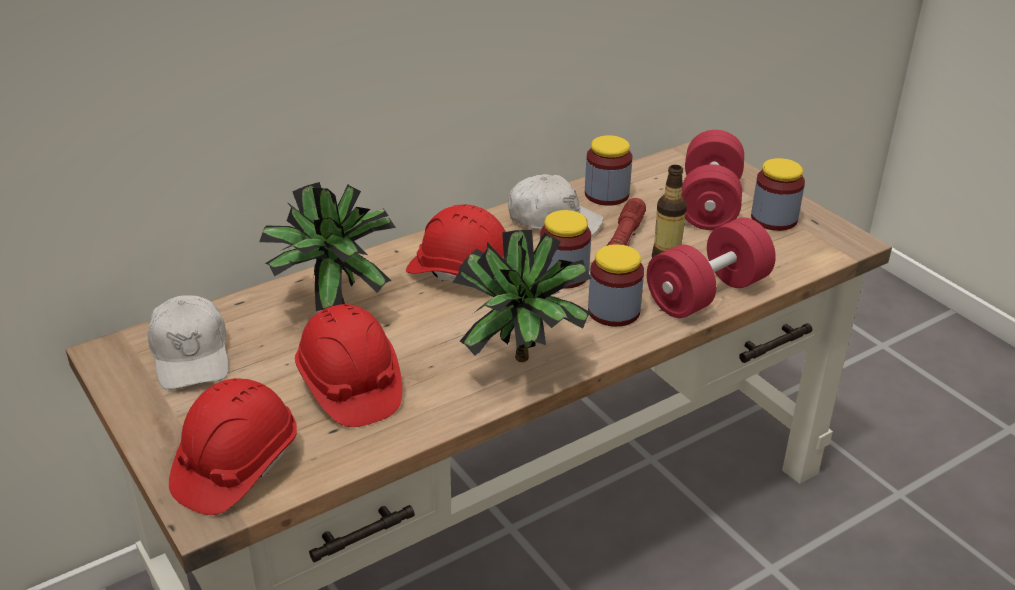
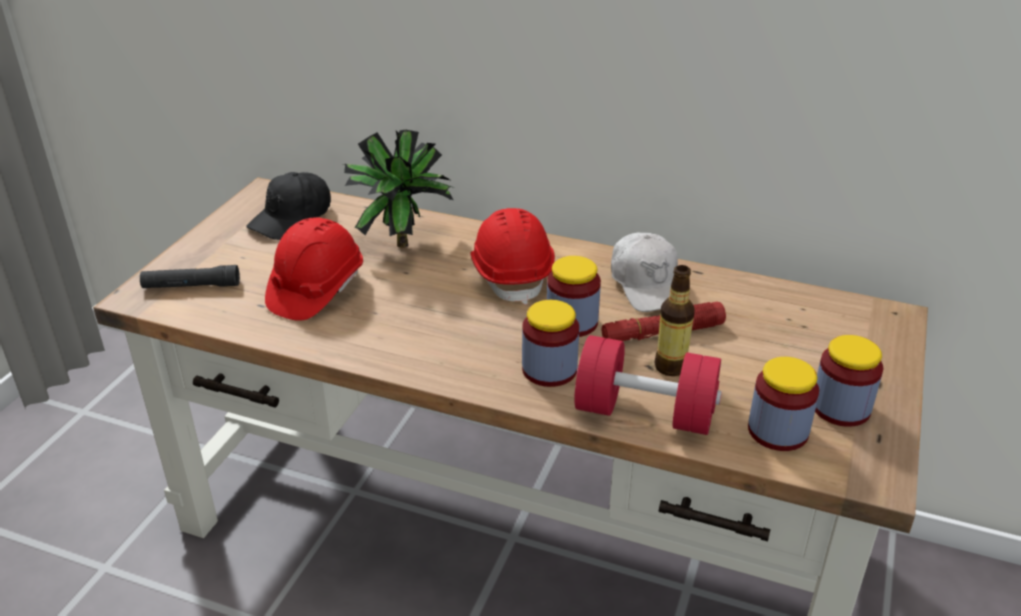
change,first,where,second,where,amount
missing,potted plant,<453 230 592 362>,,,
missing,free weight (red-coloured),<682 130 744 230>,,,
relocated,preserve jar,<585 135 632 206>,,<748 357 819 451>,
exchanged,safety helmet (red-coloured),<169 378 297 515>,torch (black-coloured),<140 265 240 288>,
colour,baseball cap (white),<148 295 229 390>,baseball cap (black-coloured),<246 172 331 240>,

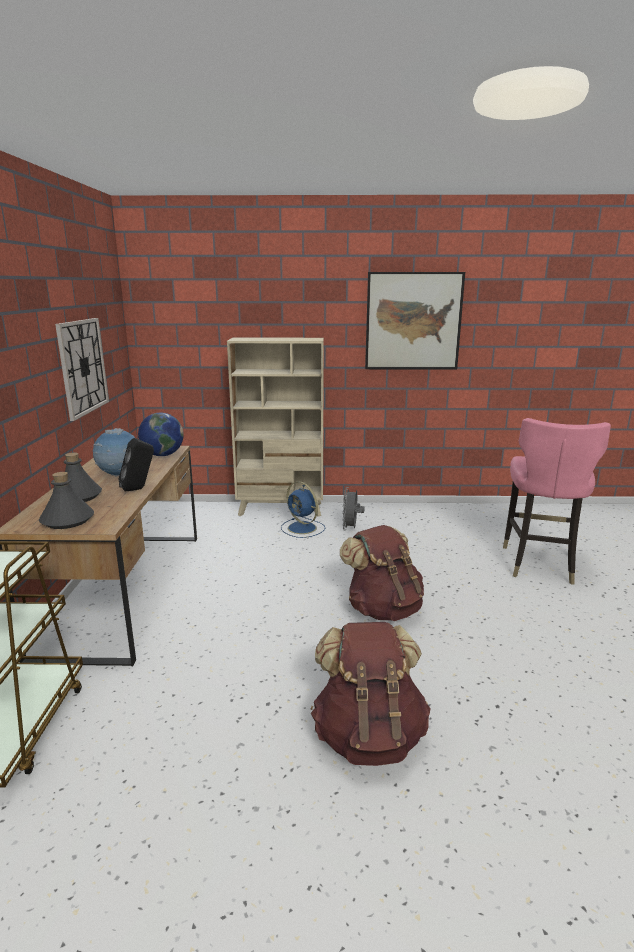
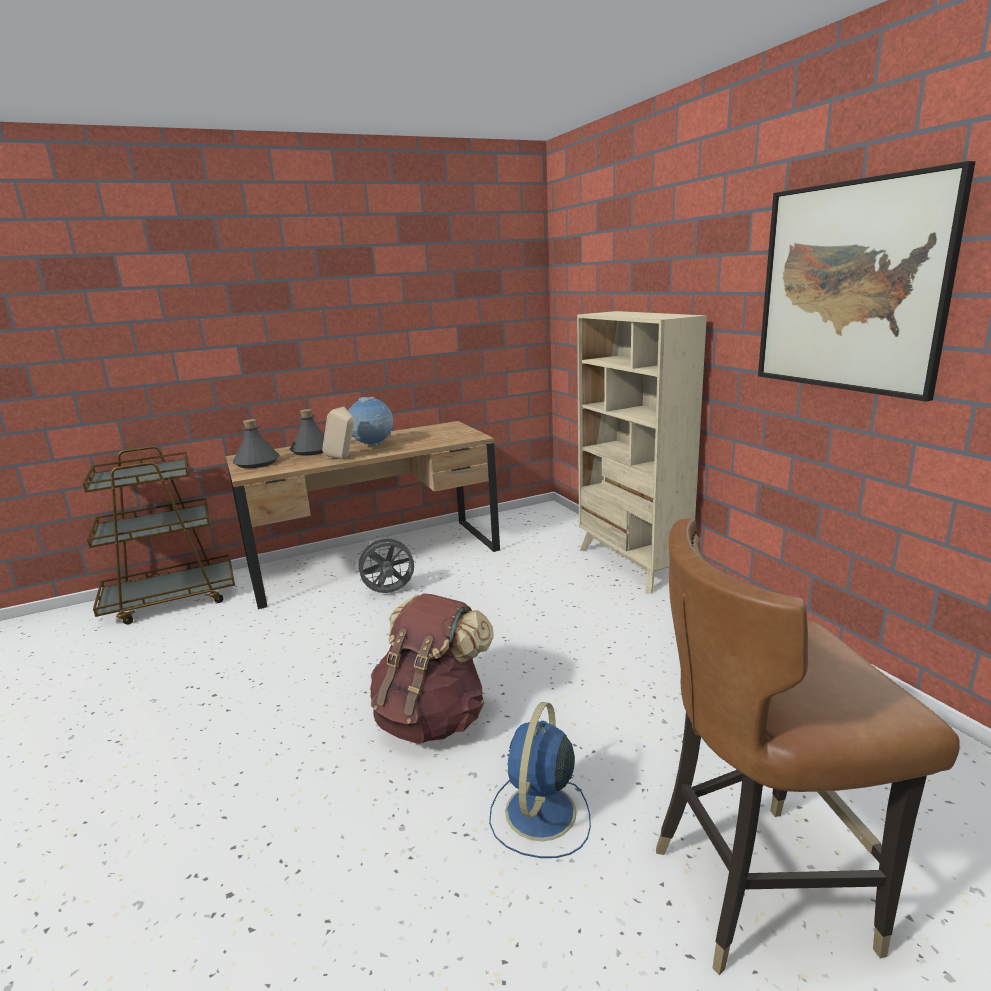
change,first,where,second,where,amount
missing,clock on the wall,<55 318 109 421>,,,
missing,desk globe,<138 413 184 456>,,,
missing,backpack (brownish),<311 622 431 766>,,,
relocated,fan (blue-coloured),<281 481 325 538>,,<489 702 591 858>,
relocated,fan (gray),<342 487 364 531>,,<354 534 416 593>,
colour,audio speaker (black-coloured),<119 438 154 492>,audio speaker (sand-coloured),<322 407 354 459>,
colour,upright chair (pink-coloured),<503 418 611 585>,upright chair (brownish),<656 519 960 975>,

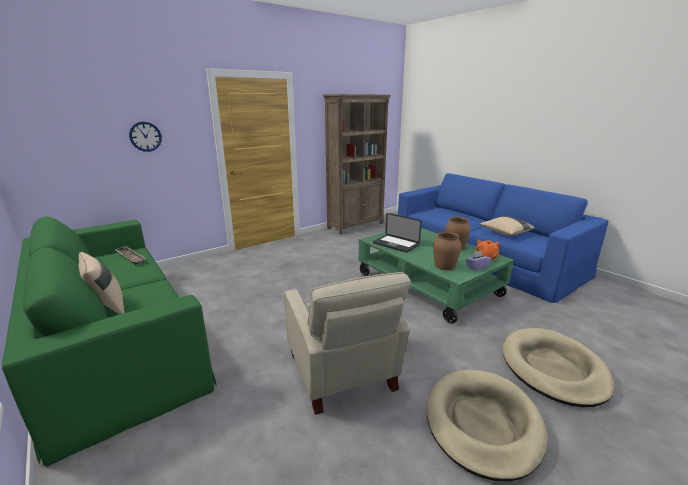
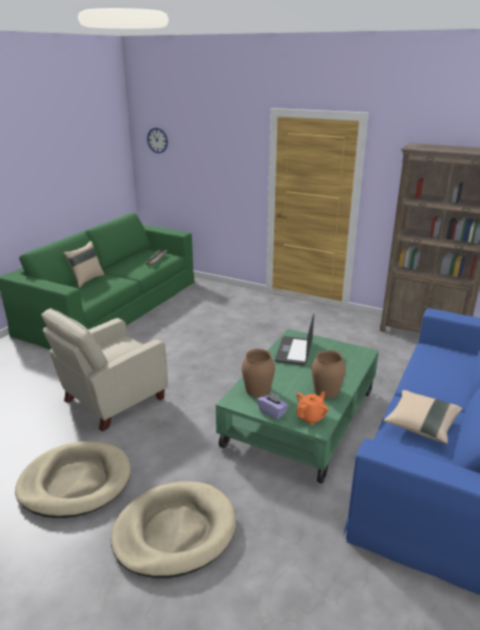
change,first,where,second,where,amount
relocated,clock on the wall,<129 121 162 152>,,<147 127 168 153>,

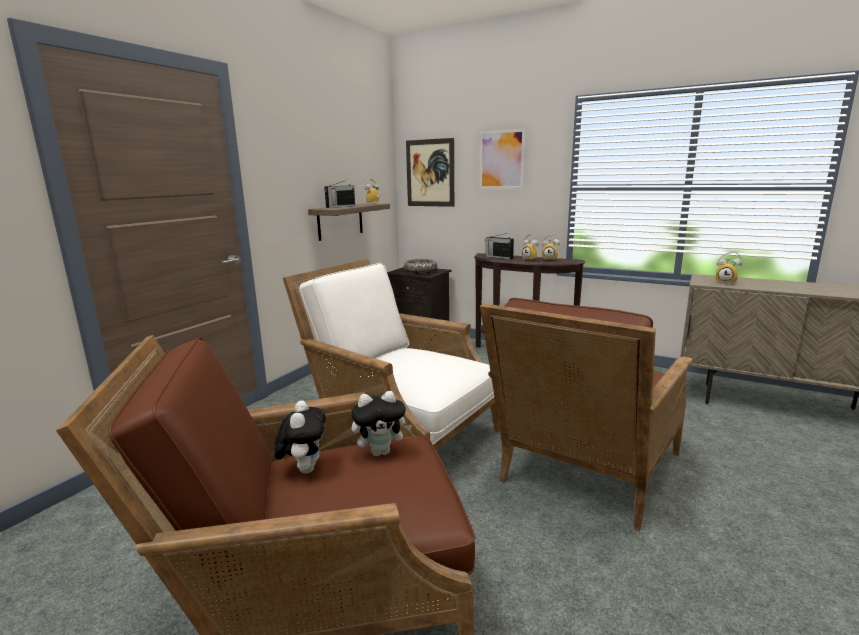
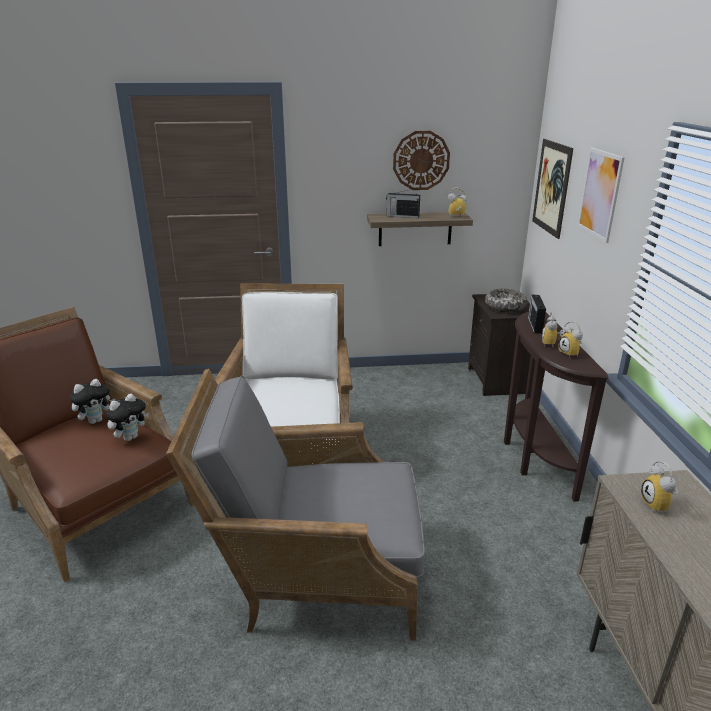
change,first,where,second,where,amount
appeared,,,clock on the wall,<393 131 450 190>,
colour,armchair (brownish),<480 298 693 531>,armchair (gray),<166 369 425 640>,
spun,soft toy,<351 391 413 456>,,<106 394 149 441>,90 degrees counterclockwise

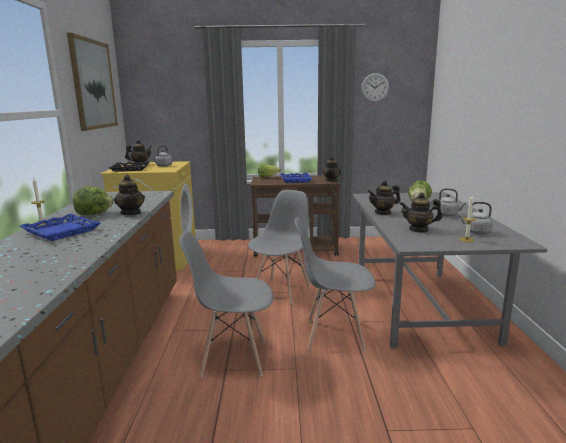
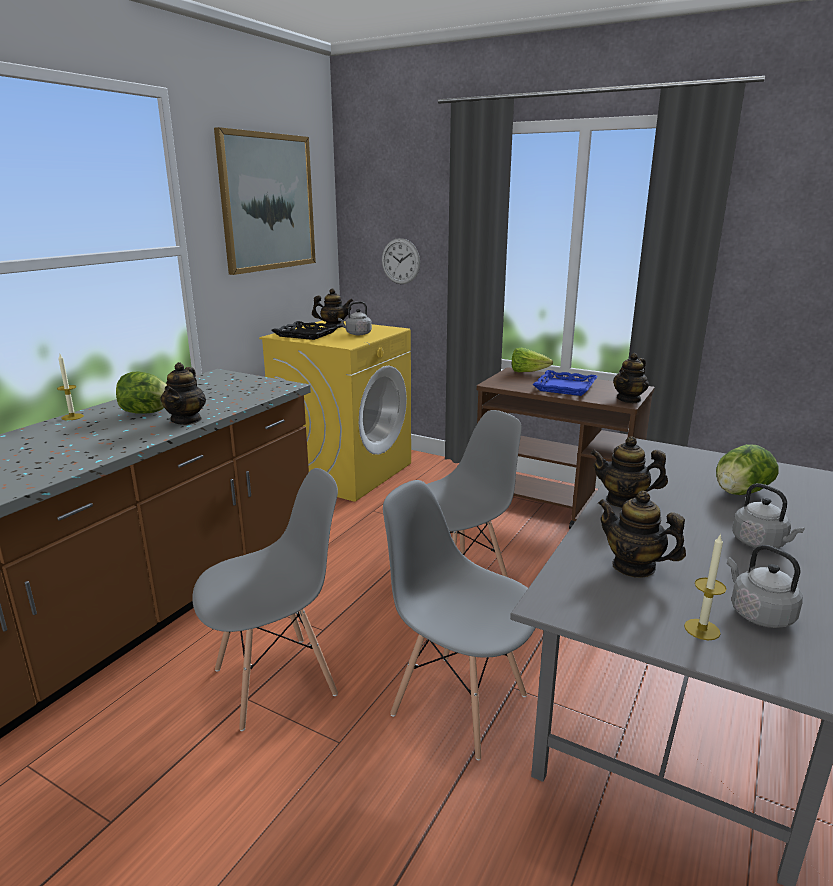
change,first,where,second,where,amount
missing,carrying tray (blue-coloured),<20 214 101 241>,,,
relocated,clock on the wall,<361 73 389 102>,,<382 238 420 284>,
spun,upright chair (gray),<179 231 273 377>,,<192 468 338 731>,120 degrees clockwise

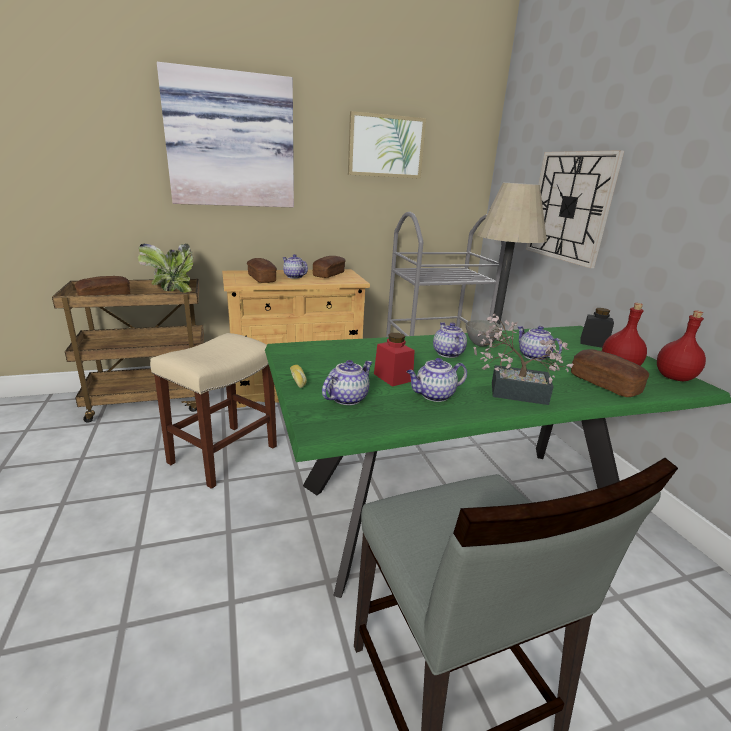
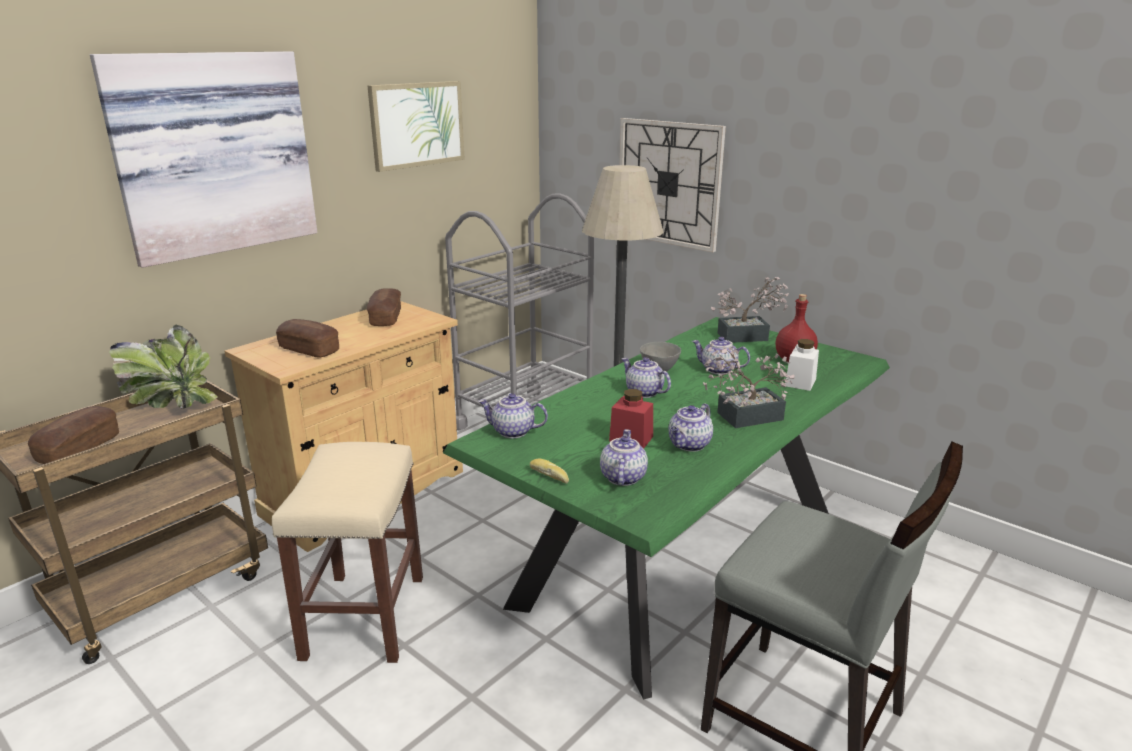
change,first,where,second,where,amount
missing,bottle (red-coloured),<657 310 706 381>,,,
relocated,teapot,<282 254 308 279>,,<478 393 548 438>,
exchanged,bakery bread,<571 349 649 397>,preserve jar (white),<786 339 819 391>,
exchanged,preserve jar (black-coloured),<580 308 614 348>,potted plant,<711 277 789 343>,

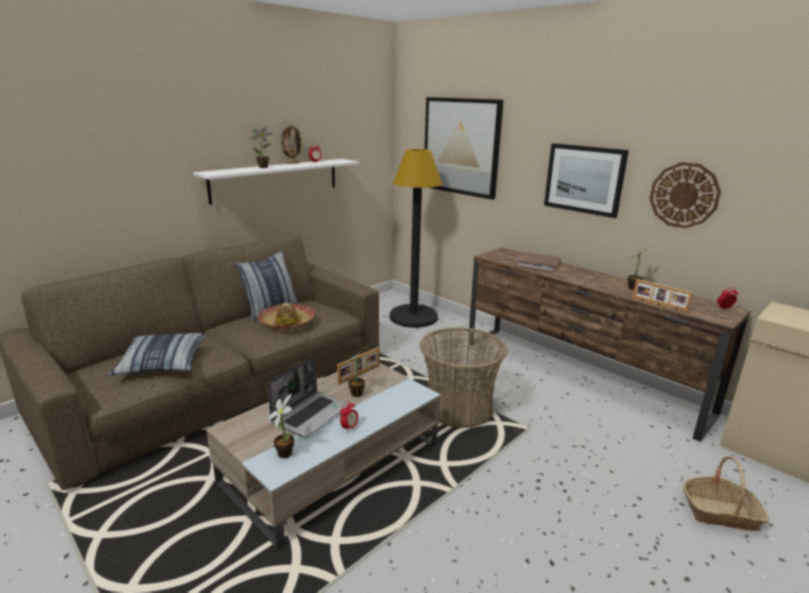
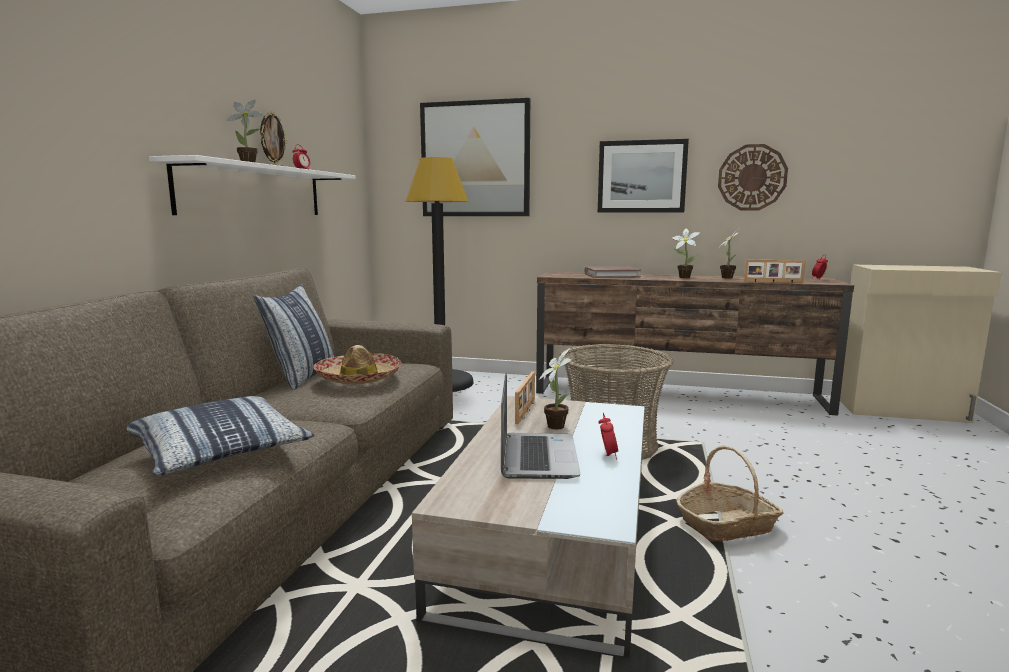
change,first,where,second,where,amount
relocated,potted plant,<268 394 294 458>,,<672 229 700 278>,
relocated,storage basket,<683 456 769 531>,,<676 445 784 542>,

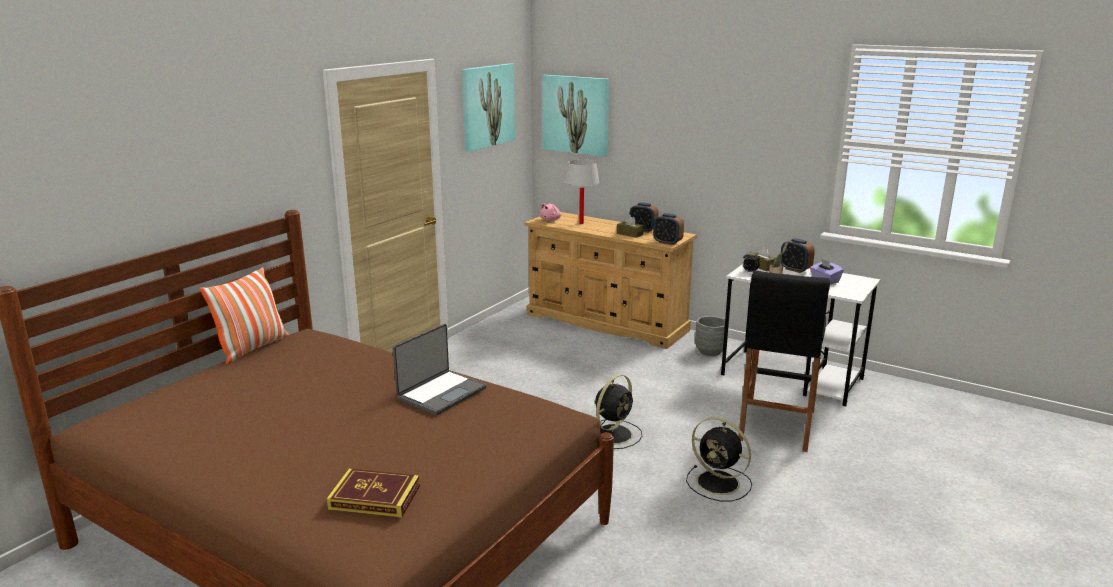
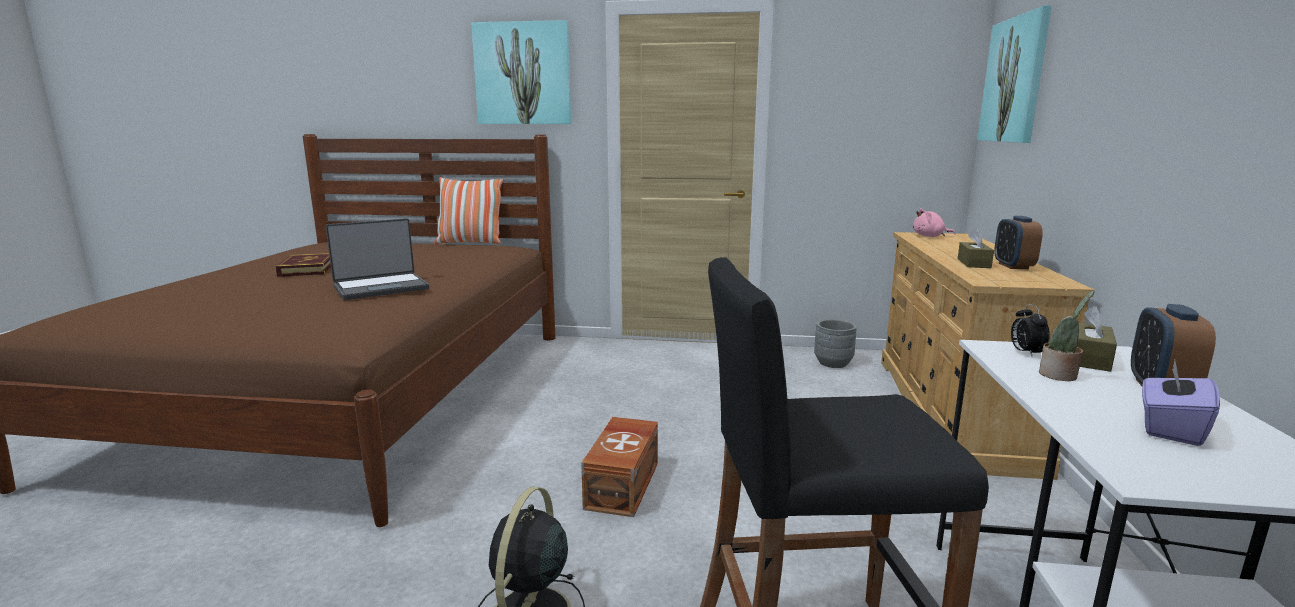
change,first,where,second,where,amount
missing,table lamp (white),<565 159 599 224>,,,
missing,table clock,<653 213 684 245>,,,
relocated,volume,<327 469 420 518>,,<275 253 331 277>,
relocated,wall picture,<462 63 515 152>,,<471 20 571 124>,
relocated,planter (gray),<695 316 725 356>,,<814 319 857 368>,
exchanged,fan (black-coloured),<595 374 642 449>,storage container (brownish),<581 417 658 517>,
spun,laptop,<393 324 487 415>,,<325 218 429 300>,45 degrees counterclockwise

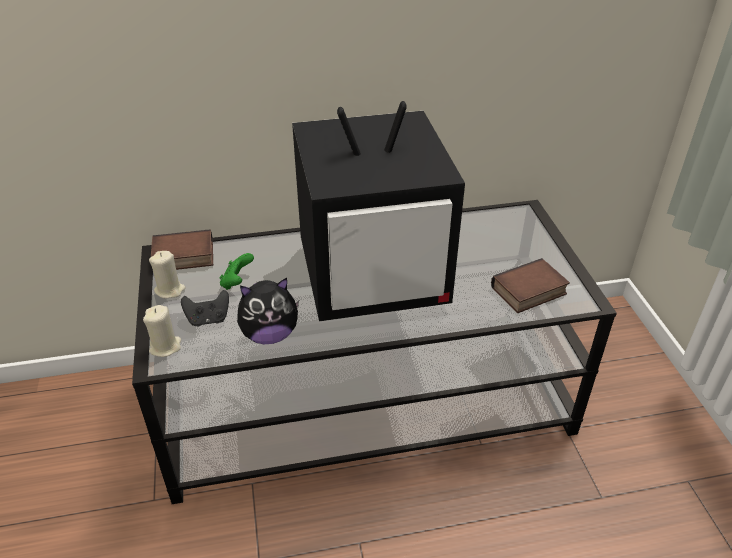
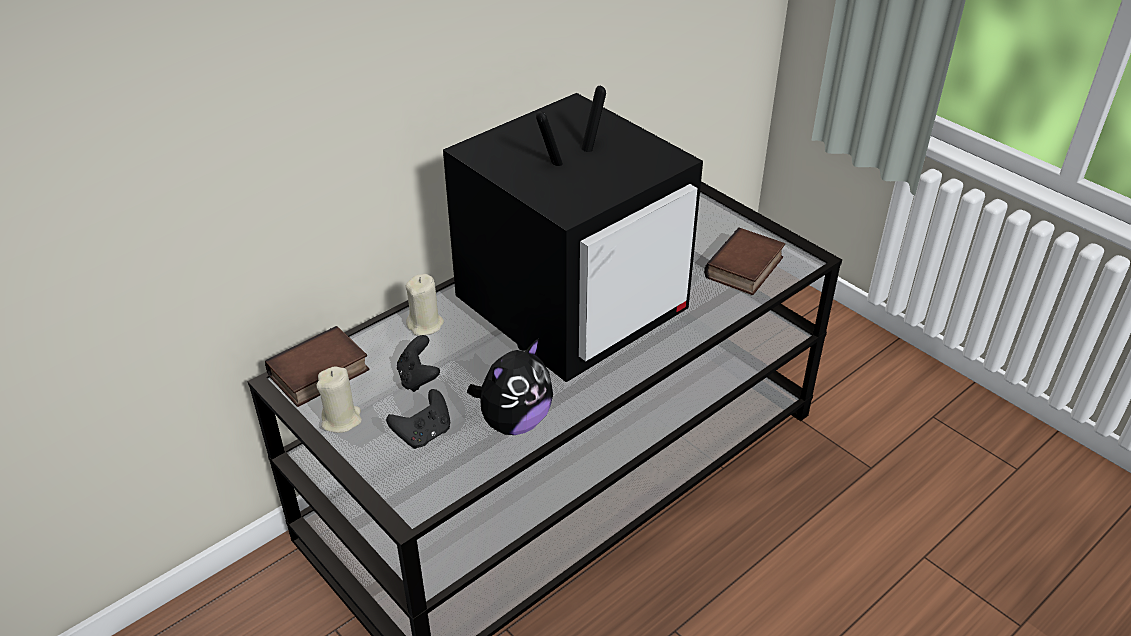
change,first,where,second,where,amount
relocated,wax candle (sand-coloured),<143 305 181 357>,,<406 274 444 336>,
colour,game controller (green),<219 253 254 290>,game controller (black-coloured),<397 335 440 392>,

